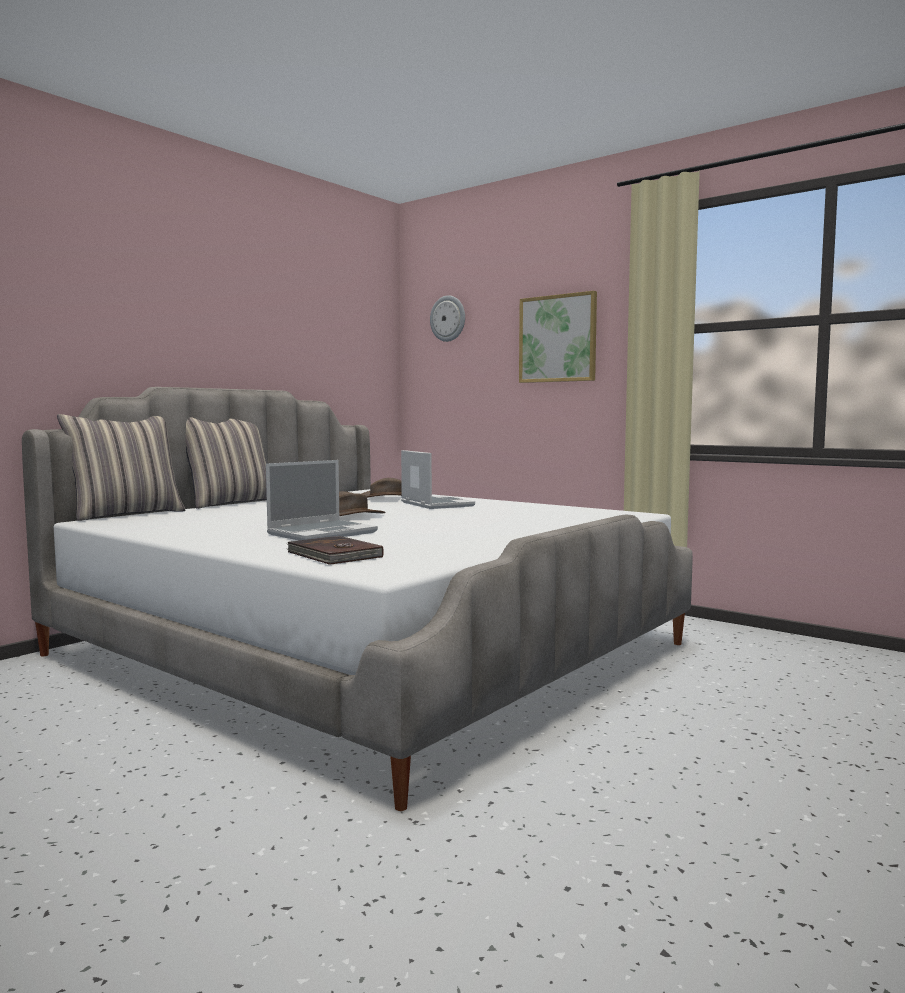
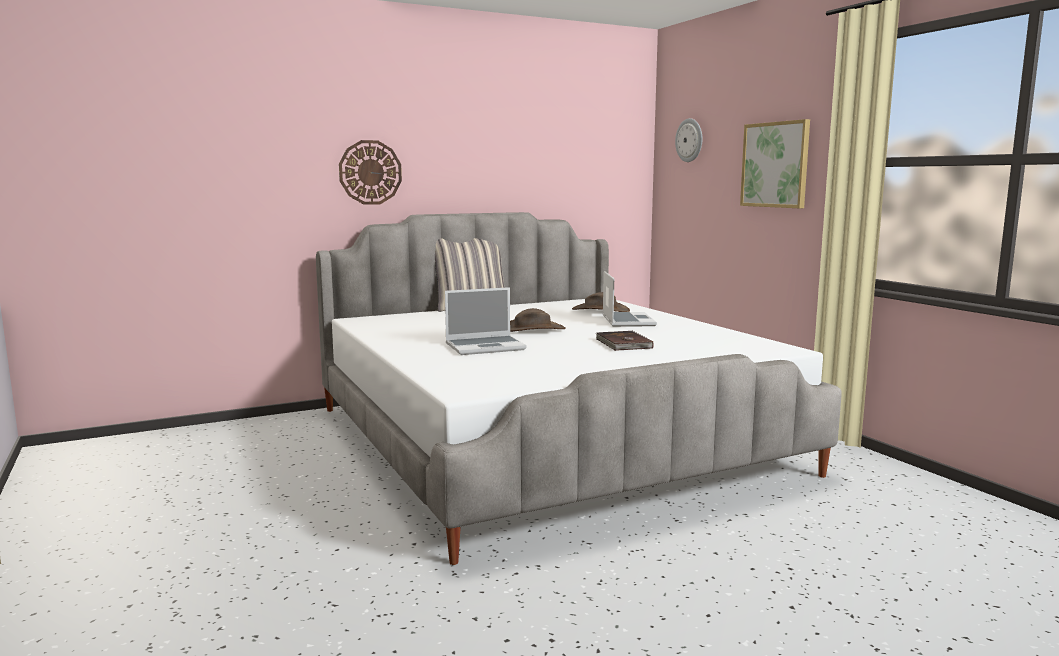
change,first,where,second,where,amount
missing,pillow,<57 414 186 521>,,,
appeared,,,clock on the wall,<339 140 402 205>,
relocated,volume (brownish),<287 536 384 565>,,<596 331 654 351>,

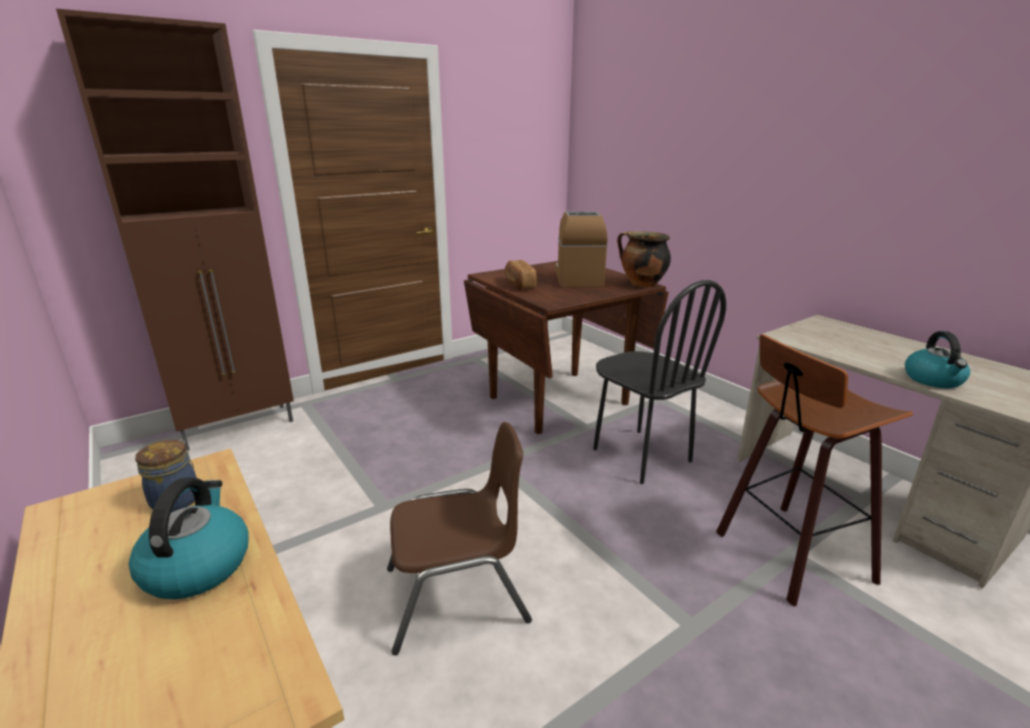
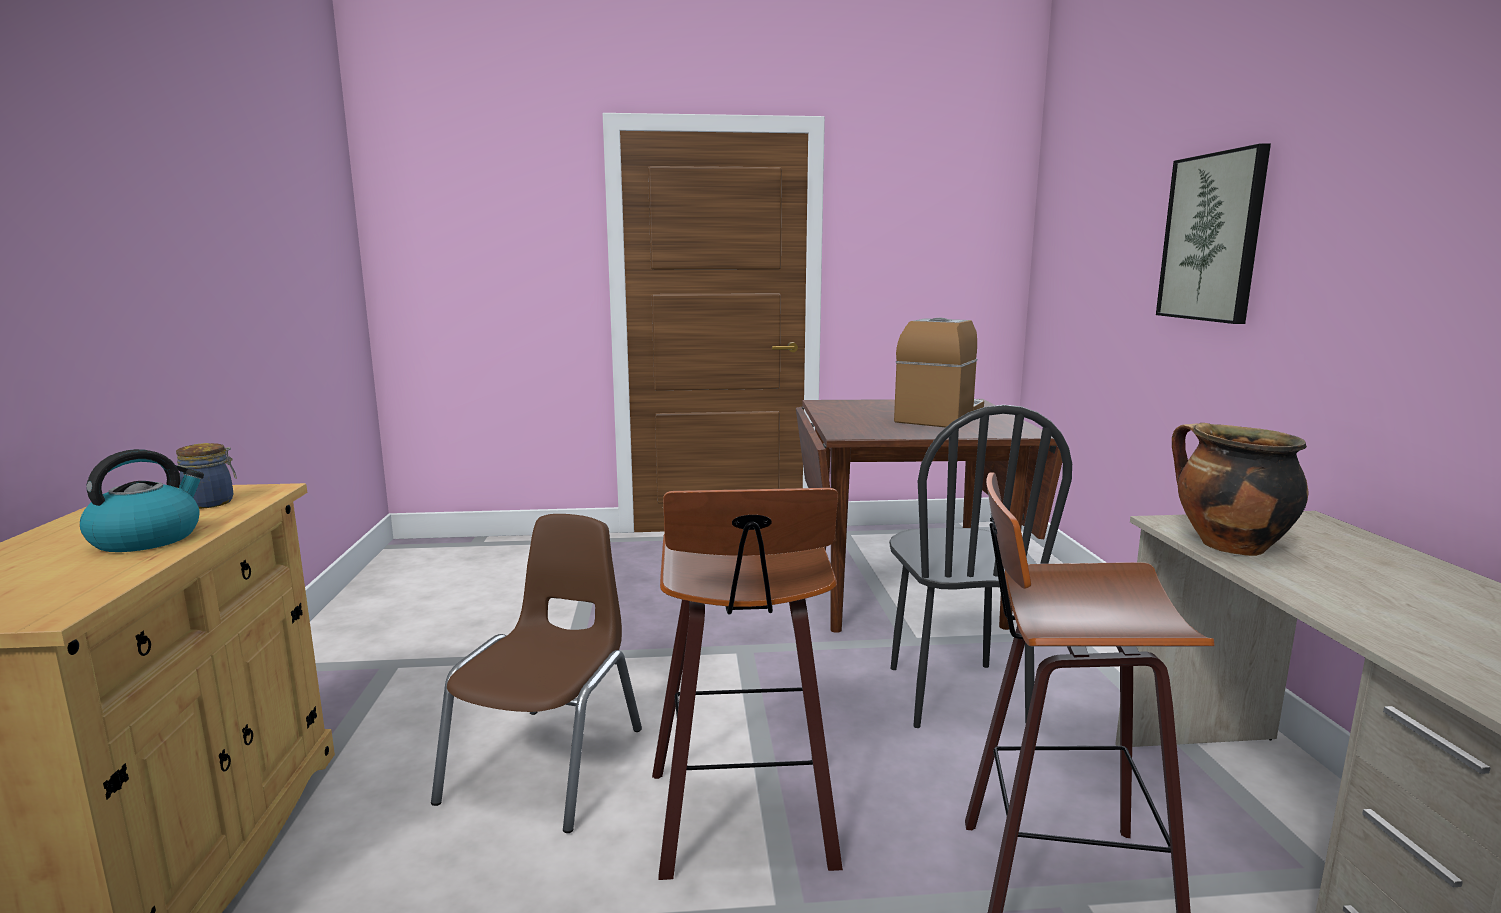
change,first,where,second,where,amount
missing,storage cabinet (brownish),<56 9 294 450>,,,
missing,bakery bread,<505 260 537 290>,,,
missing,kettle,<905 331 970 388>,,,
appeared,,,stool,<652 488 843 880>,
appeared,,,wall picture,<1156 143 1271 324>,
relocated,cooking pot,<617 231 671 287>,,<1172 423 1309 556>,
spun,upright chair (brownish),<387 422 532 655>,,<431 514 642 833>,90 degrees counterclockwise

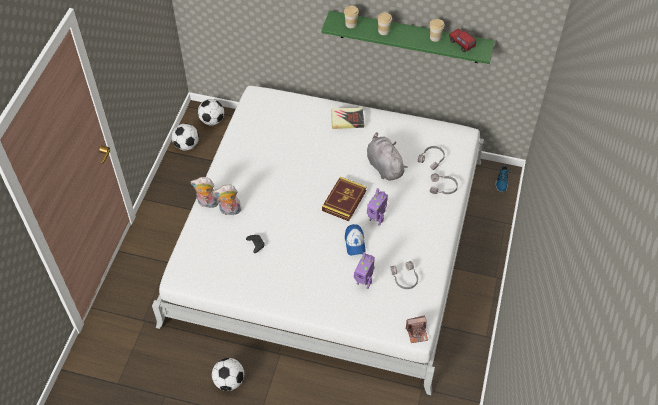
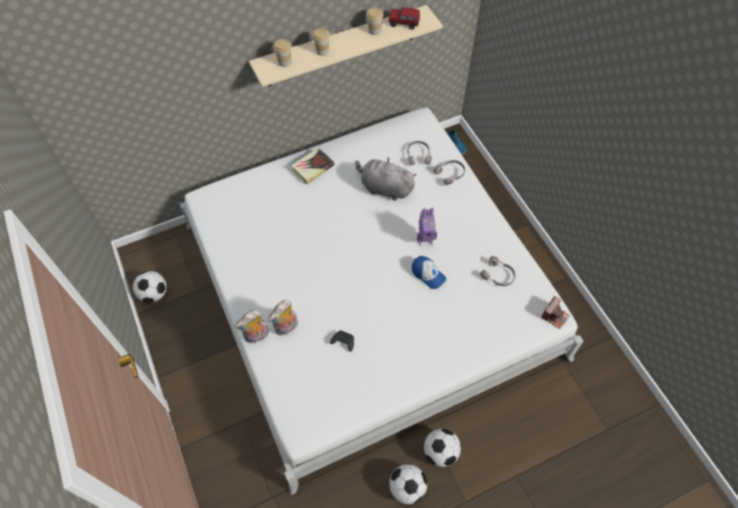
change,first,where,second,where,amount
missing,volume,<322 177 367 221>,,,
missing,robot figure,<354 252 375 289>,,,
relocated,football ball,<198 99 224 125>,,<424 429 461 467>,
colour,wall shelf (green),<321 10 495 64>,wall shelf (sand-coloured),<249 5 443 87>,

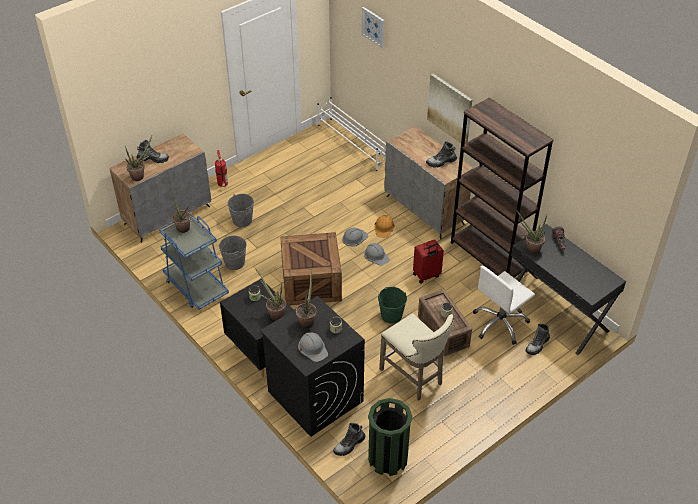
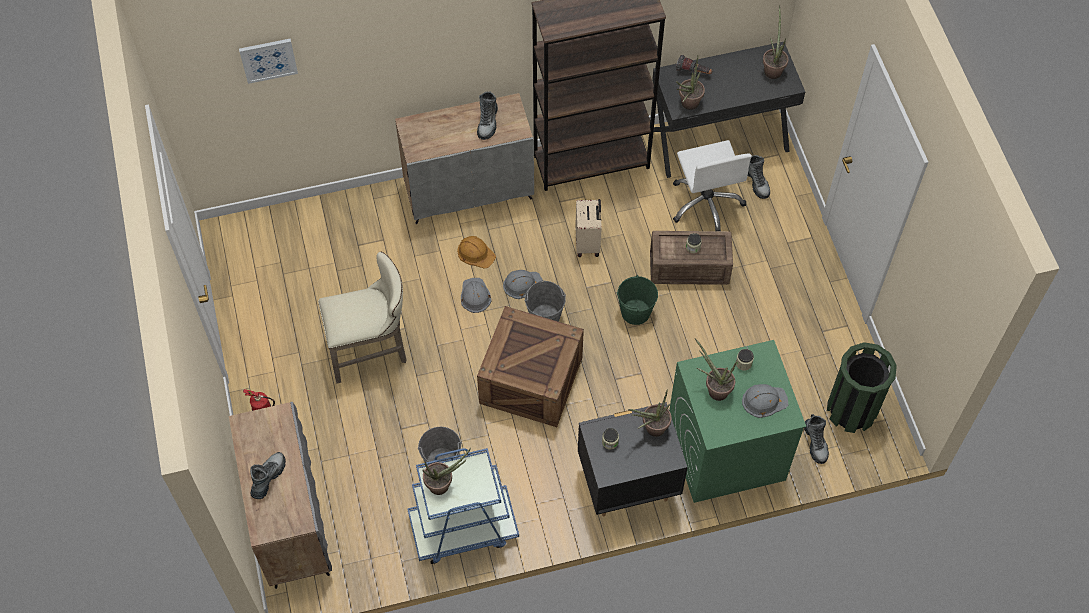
change,first,where,second,where,amount
missing,shoe shelf (white),<317 97 386 171>,,,
missing,wall picture,<427 73 472 143>,,,
relocated,potted plant,<125 136 152 181>,,<763 5 788 79>,
relocated,bucket (gray),<227 194 254 227>,,<524 280 566 322>,
relocated,stool (sand-coloured),<379 313 454 400>,,<318 252 407 384>,
colour,washing machine (black-coloured),<260 296 365 437>,washing machine (green),<669 340 806 503>,
colour,piece of luggage (red-coloured),<413 239 444 284>,piece of luggage (sand-coloured),<575 199 602 257>,

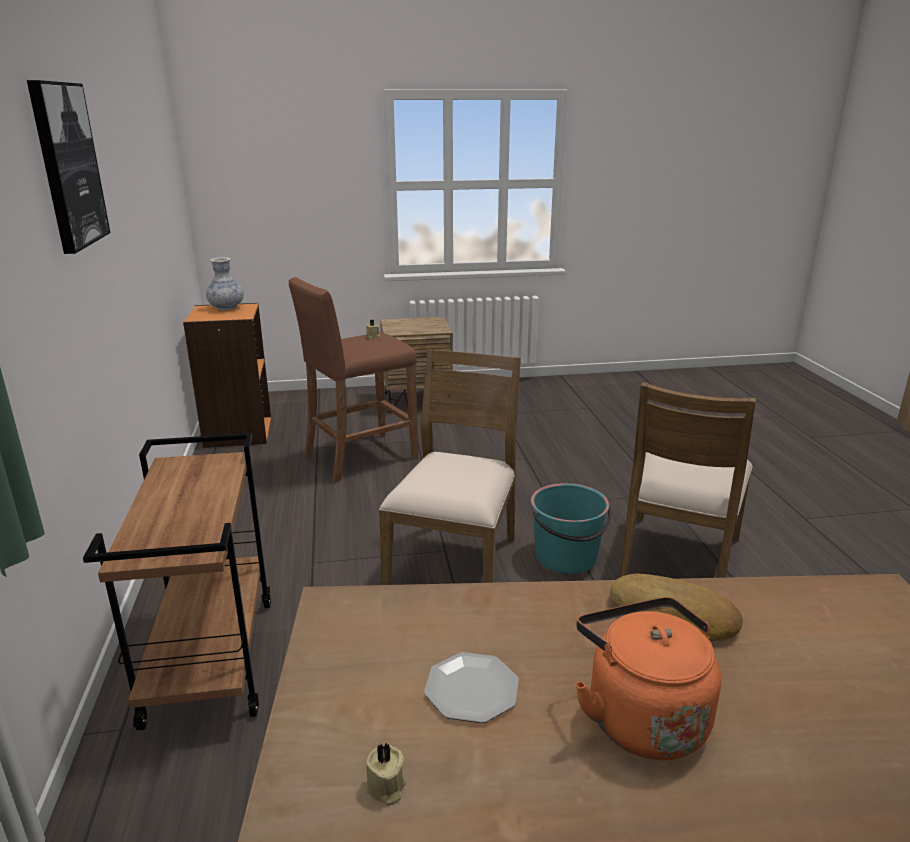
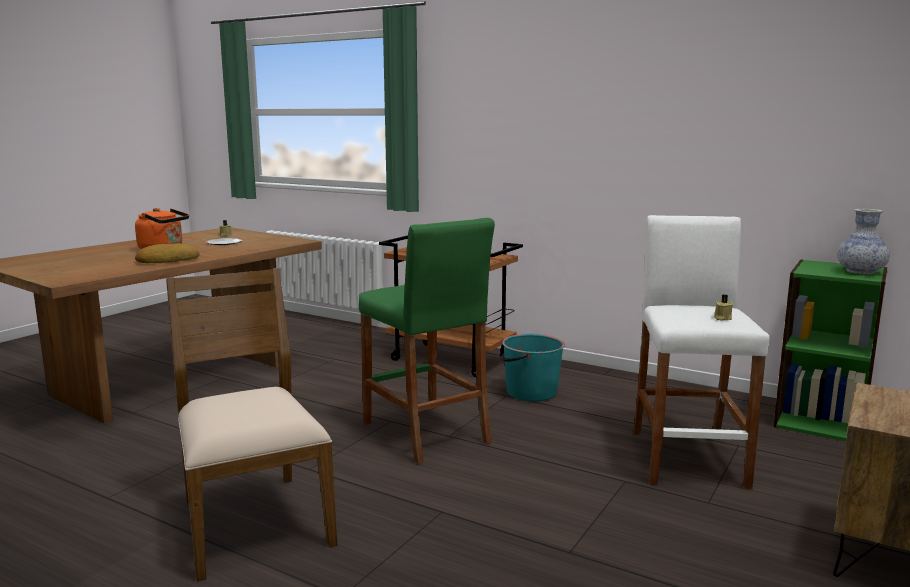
change,first,where,second,where,amount
missing,wall picture,<27 80 110 254>,,,
relocated,bucket (blue-green),<531 483 612 574>,,<501 334 565 401>,
exchanged,upright chair (brownish),<379 349 521 585>,stool (green),<359 218 495 464>,
colour,bookshelf (orange-coloured),<183 303 271 448>,bookshelf (green),<773 259 887 441>,
colour,stool (brownish),<289 277 418 482>,stool (white),<634 215 769 490>,

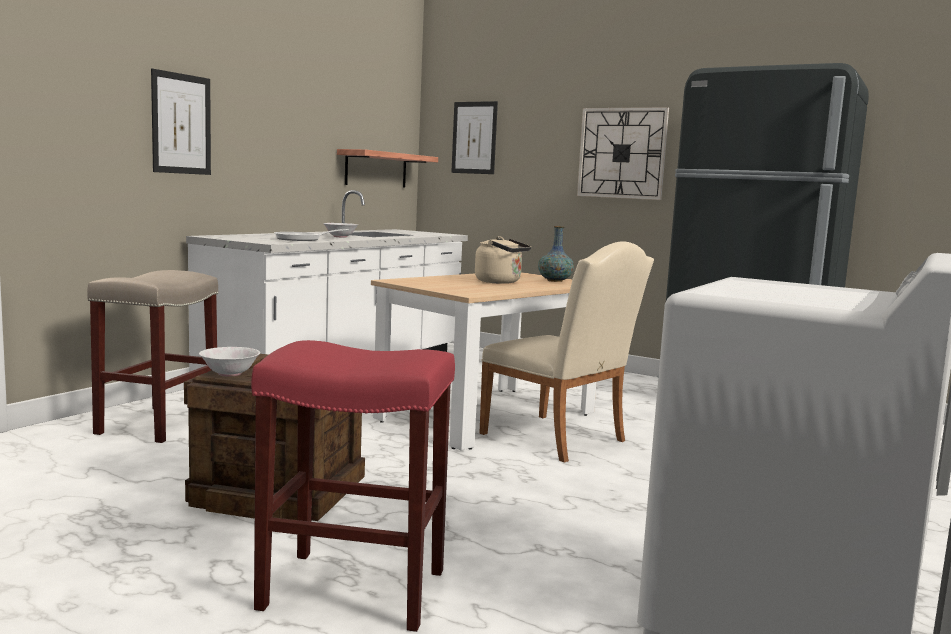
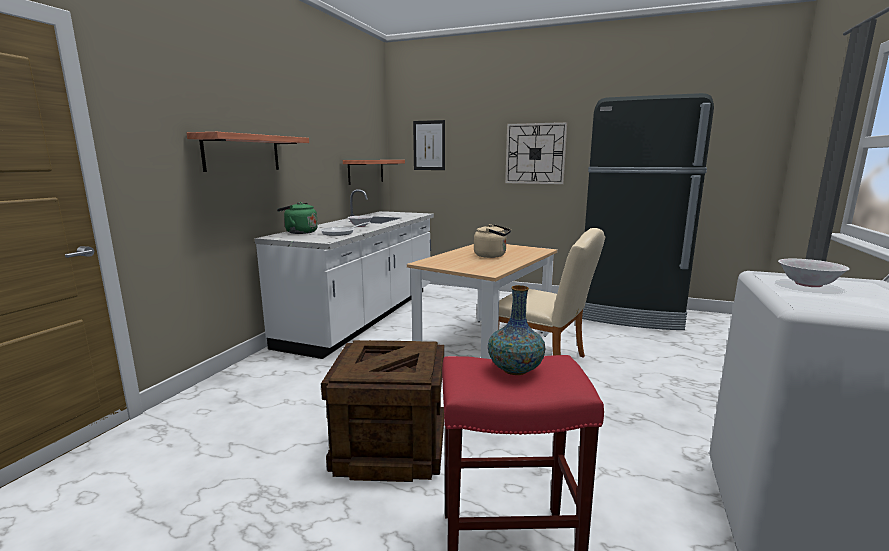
change,first,where,second,where,amount
missing,stool (sand-coloured),<87 270 218 443>,,,
appeared,,,kettle (green),<277 202 318 234>,
relocated,serving bowl (white),<199 347 260 377>,,<778 259 850 287>,
relocated,decorative vase,<538 226 574 282>,,<488 285 545 375>,
exchanged,wall picture,<151 69 211 175>,wall shelf,<187 132 309 172>,

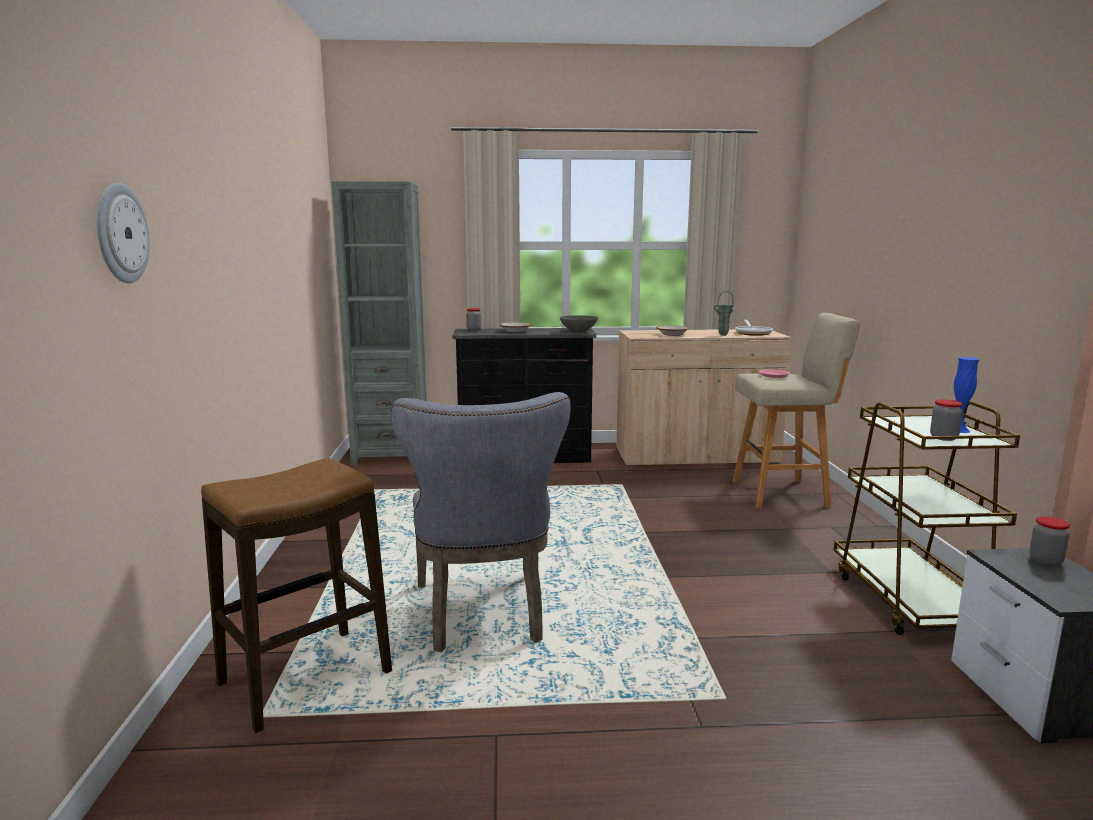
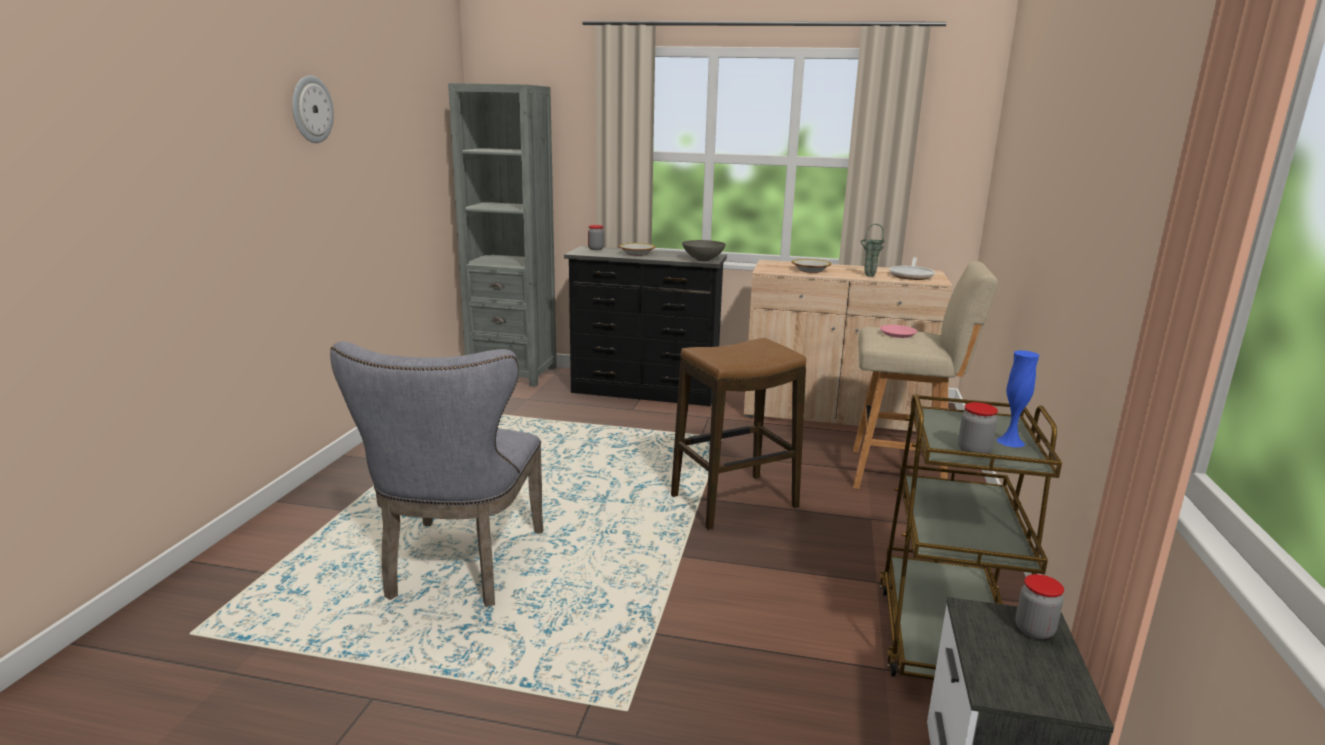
change,first,where,second,where,amount
relocated,clock on the wall,<96 183 150 283>,,<292 75 334 143>,
relocated,stool,<201 458 392 733>,,<671 338 806 530>,

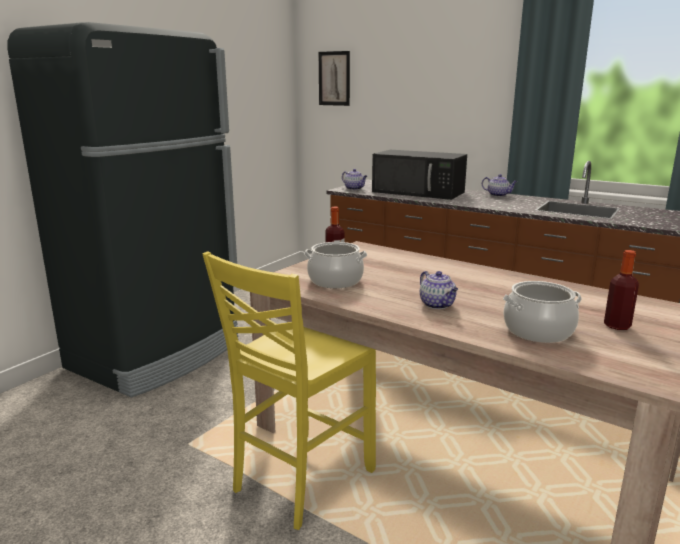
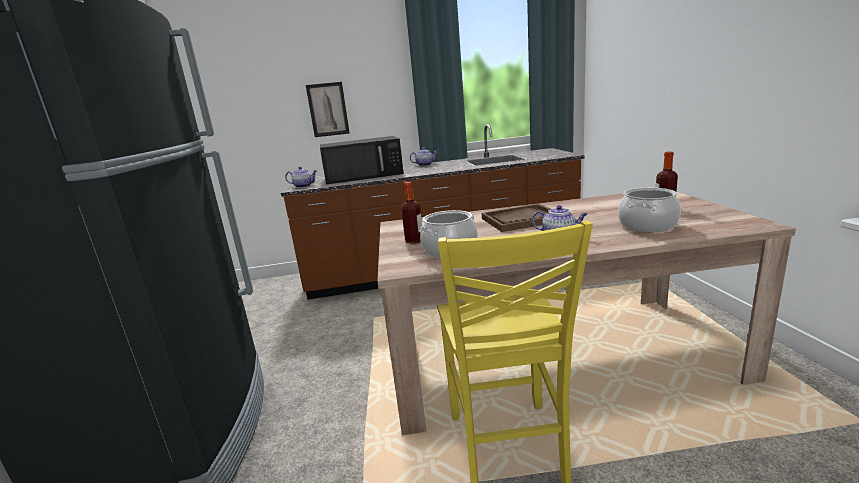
change,first,where,second,where,amount
appeared,,,carrying tray (brownish),<482 204 551 232>,
relocated,wall picture,<319 51 350 106>,,<306 82 350 137>,

